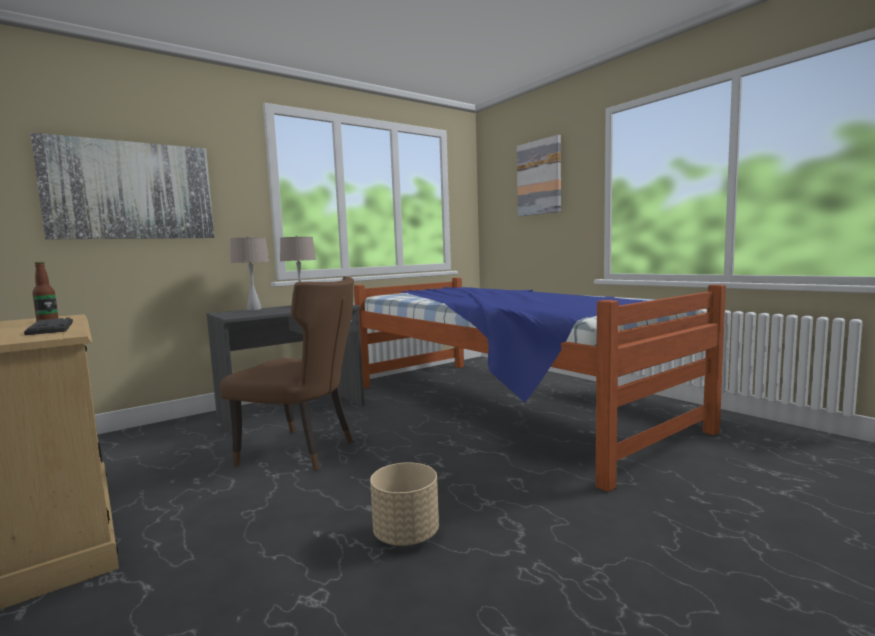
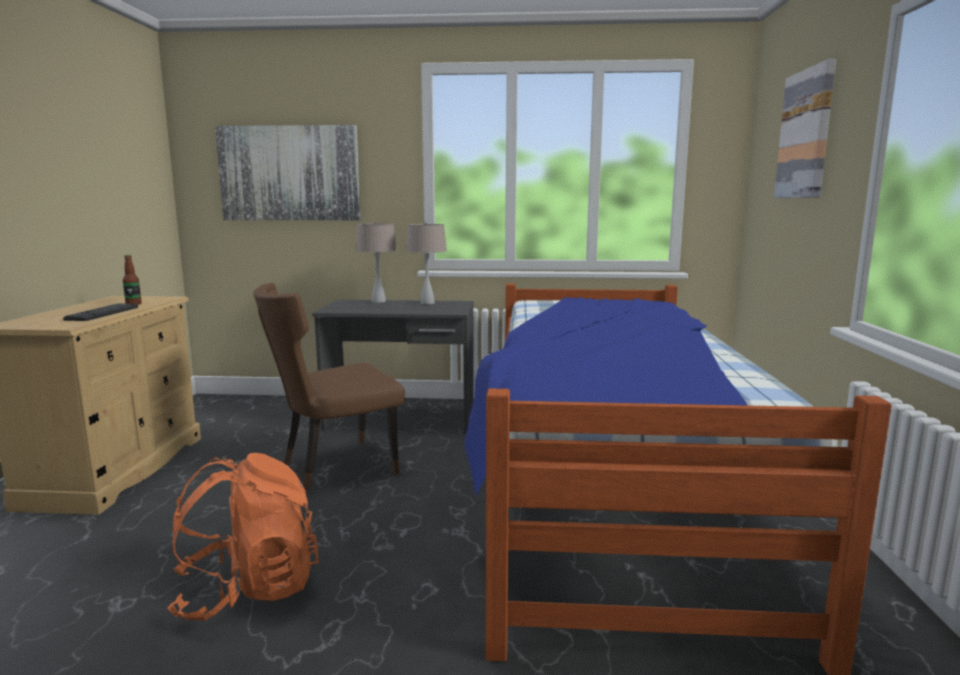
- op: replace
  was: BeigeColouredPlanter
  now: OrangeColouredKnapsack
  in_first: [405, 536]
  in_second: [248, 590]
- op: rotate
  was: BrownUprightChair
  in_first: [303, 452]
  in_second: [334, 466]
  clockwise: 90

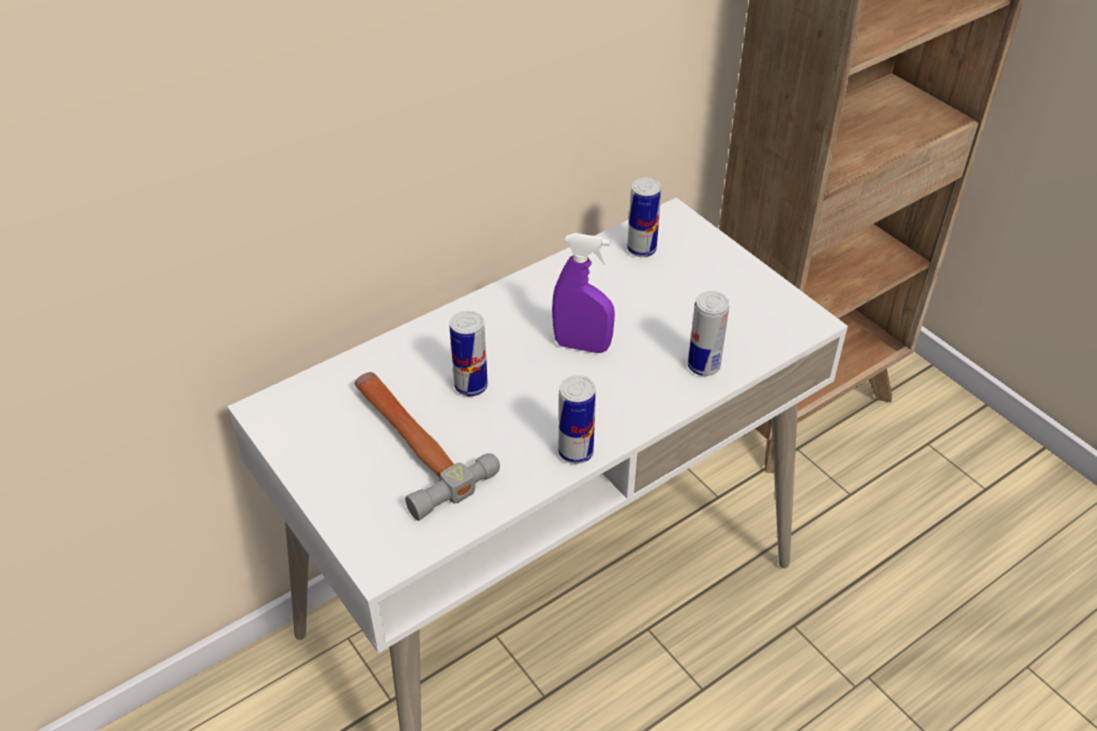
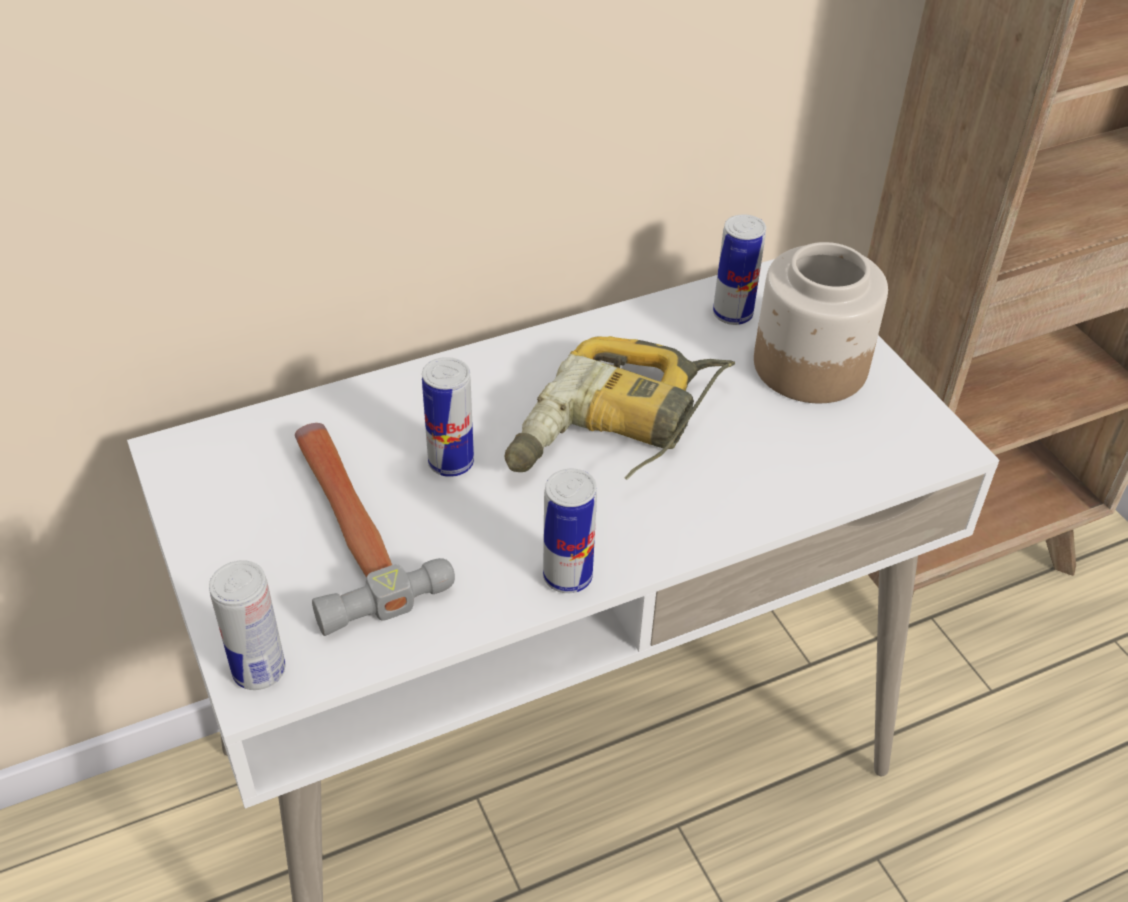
- op: move
  was: SealedCan
  in_first: [703, 366]
  in_second: [259, 670]
- op: replace
  was: PurpleSprayer
  now: ElectricDrill
  in_first: [582, 346]
  in_second: [616, 431]
- op: insert
  now: Jar
  in_second: [808, 366]

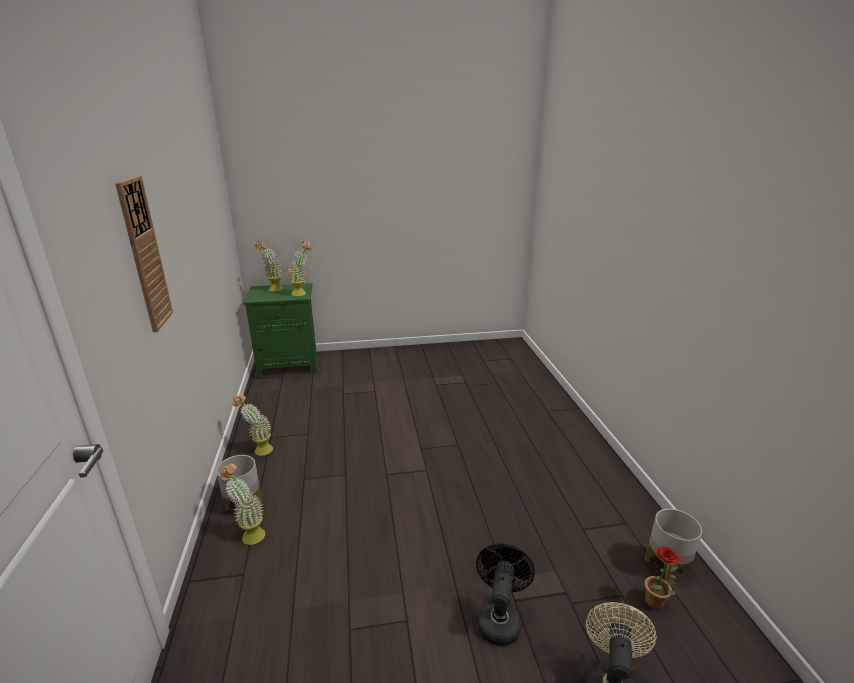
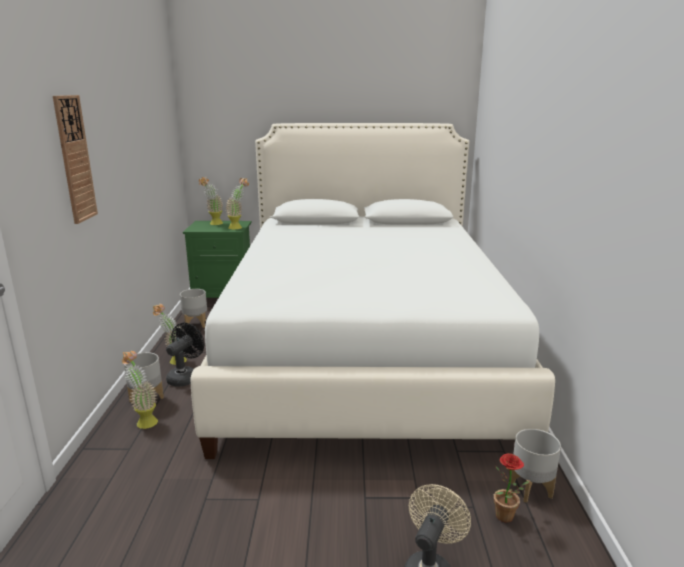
- op: move
  was: BlackCoolingFan
  in_first: [499, 618]
  in_second: [185, 377]
- op: insert
  now: GrayPlanter
  in_second: [196, 324]
- op: insert
  now: WhiteColouredSleepingBed
  in_second: [364, 351]

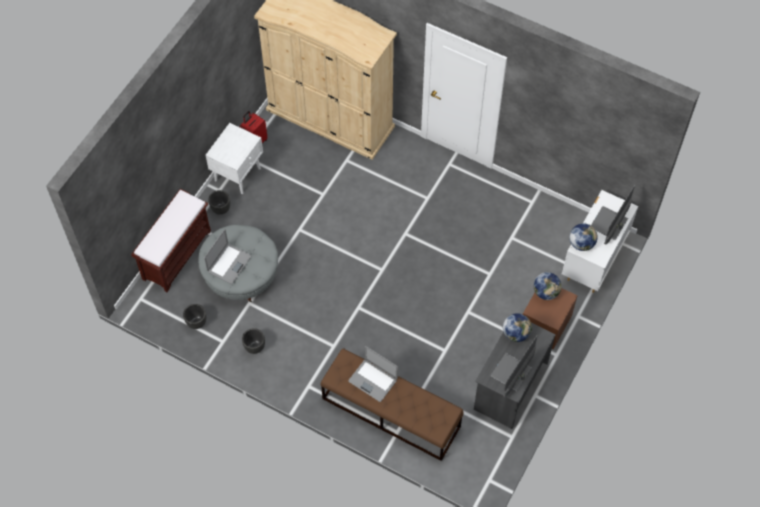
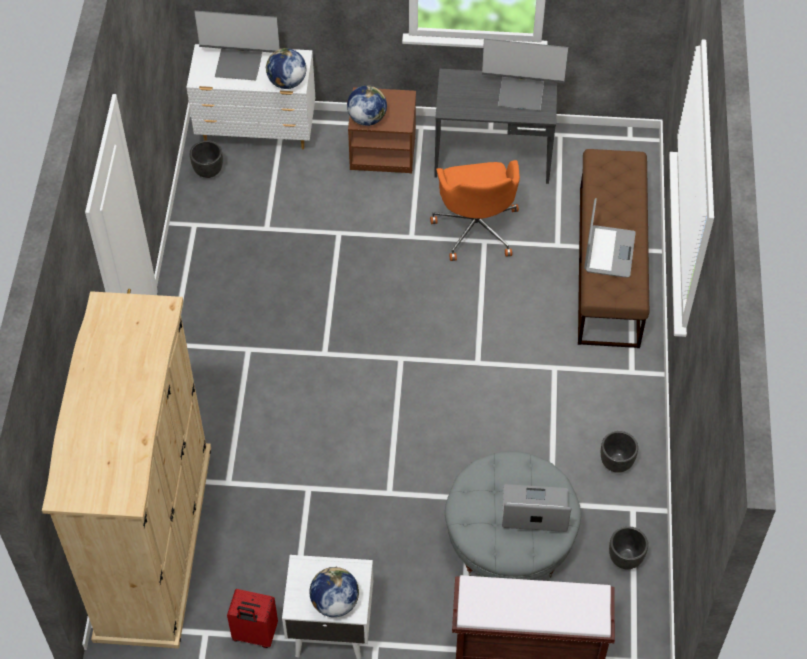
- op: move
  was: BlackPlanter
  in_first: [221, 209]
  in_second: [208, 171]
- op: move
  was: Globe
  in_first: [516, 333]
  in_second: [334, 602]
- op: insert
  now: OrangeColouredDeskChair
  in_second: [476, 227]

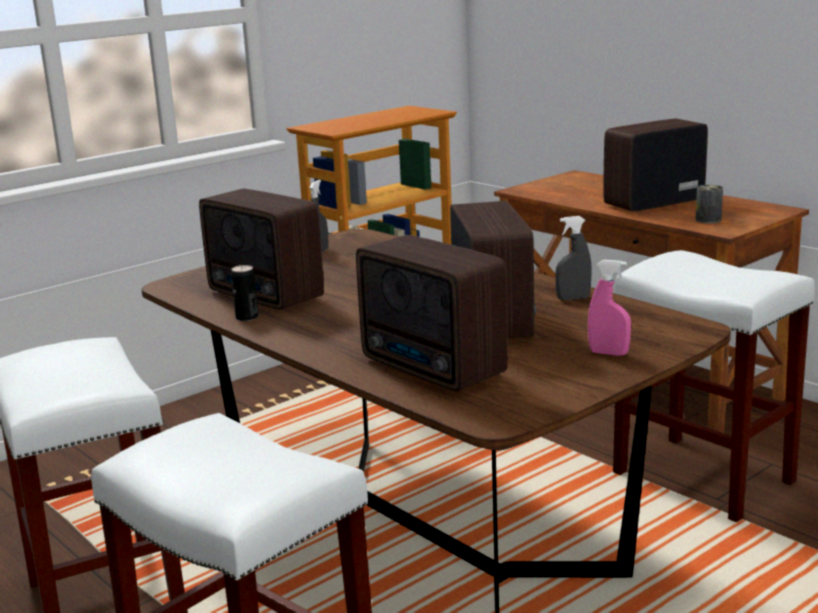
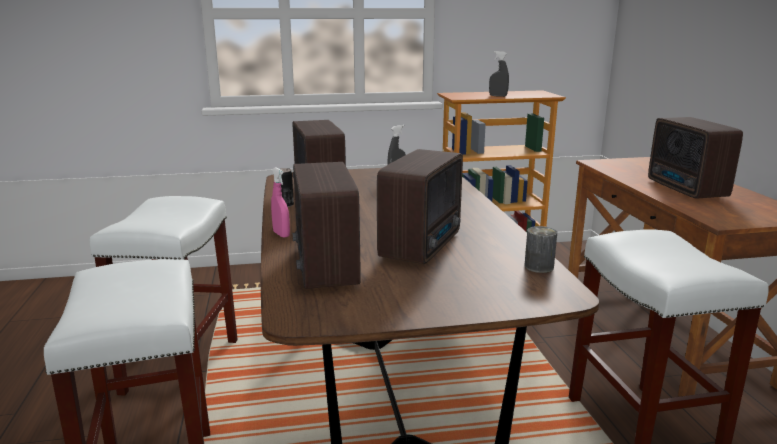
- op: move
  was: PinkSprayer
  in_first: [608, 353]
  in_second: [281, 234]
- op: move
  was: GraySprayer
  in_first: [573, 298]
  in_second: [498, 96]
- op: move
  was: SealedCan
  in_first: [708, 220]
  in_second: [539, 266]
- op: rotate
  was: RadioReceiver
  in_first: [651, 203]
  in_second: [686, 190]
  clockwise: -105

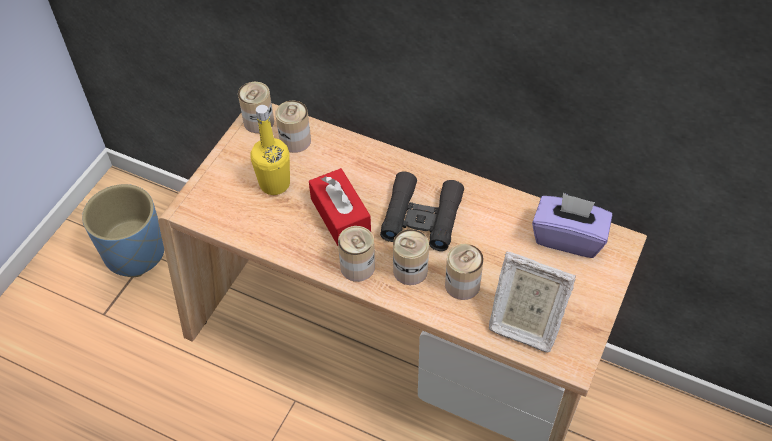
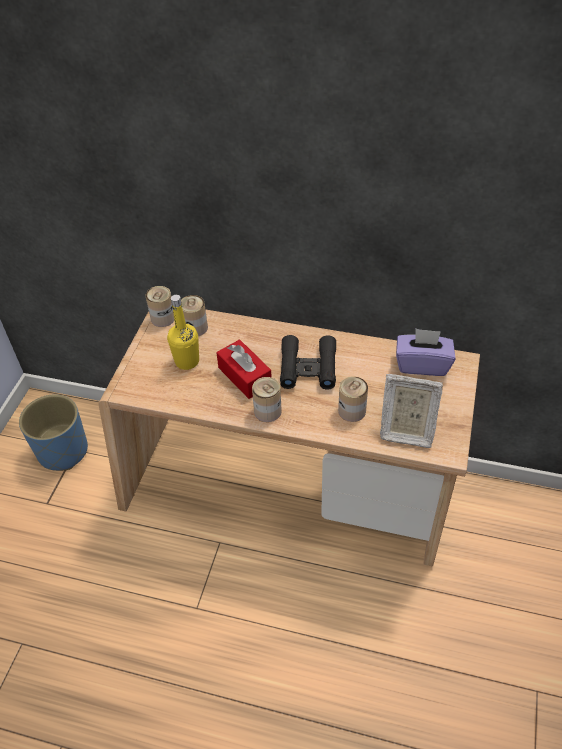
- op: delete
  was: SealedCan
  in_first: [410, 270]

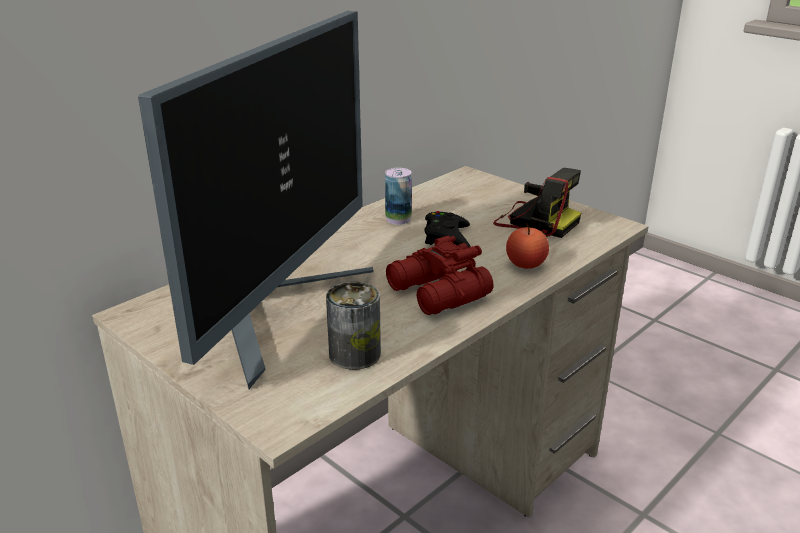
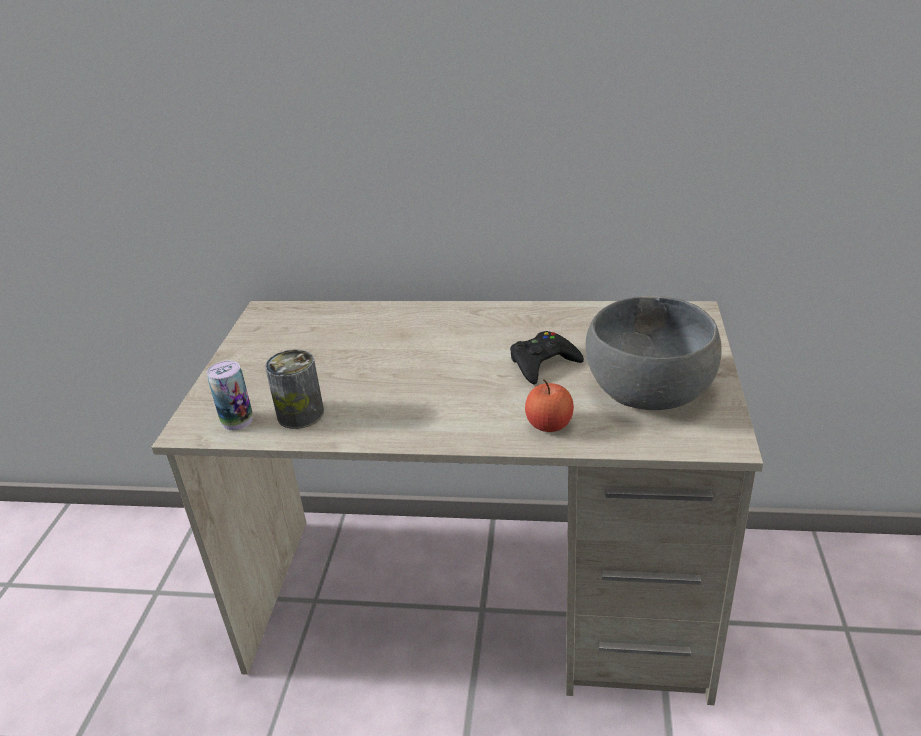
- op: move
  was: SealedCan
  in_first: [398, 219]
  in_second: [237, 421]
- op: replace
  was: PhotoCamera
  now: GrayServingBowl
  in_first: [534, 221]
  in_second: [650, 391]
- op: delete
  was: ComputerScreen
  in_first: [281, 309]
- op: delete
  was: RedColouredBinoculars
  in_first: [437, 294]

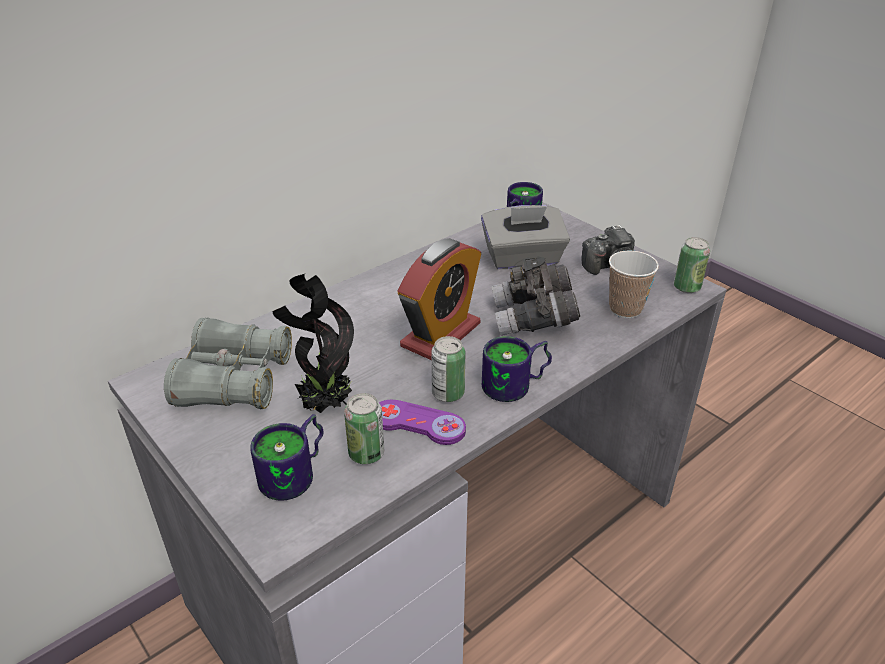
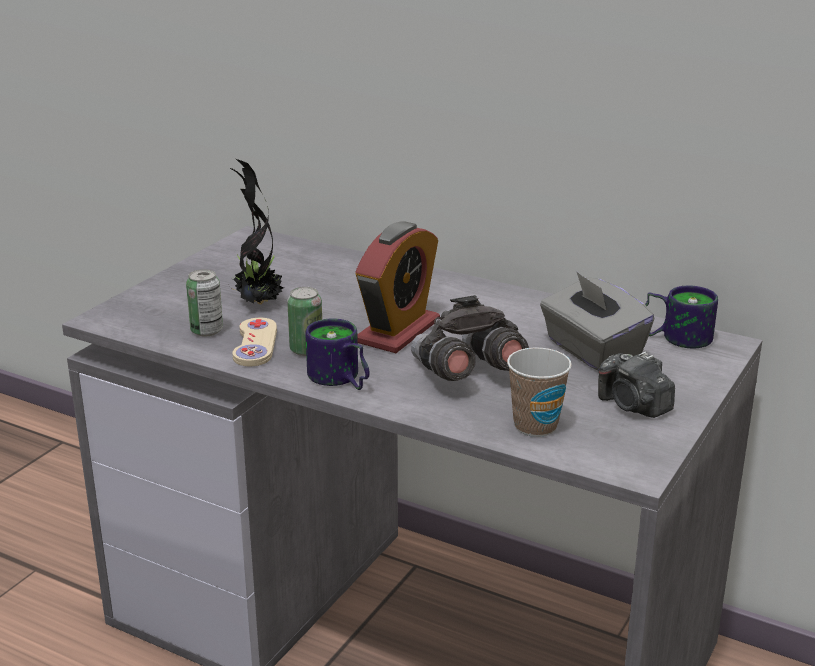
- op: recolor
  was: PurpleGamepad
  now: BeigeColouredGamepad
  in_first: [418, 424]
  in_second: [255, 344]
- op: rotate
  was: AlarmClock
  in_first: [441, 335]
  in_second: [398, 331]
  clockwise: -75
- op: delete
  was: GrayBinoculars
  in_first: [234, 380]
- op: delete
  was: TeaMug
  in_first: [298, 473]
- op: delete
  was: SealedCan
  in_first: [686, 287]

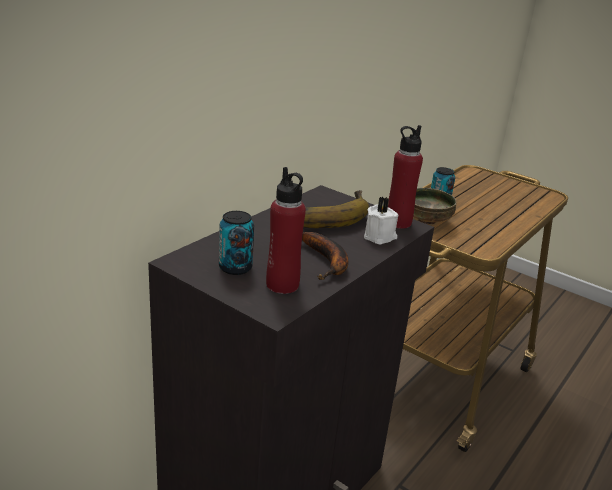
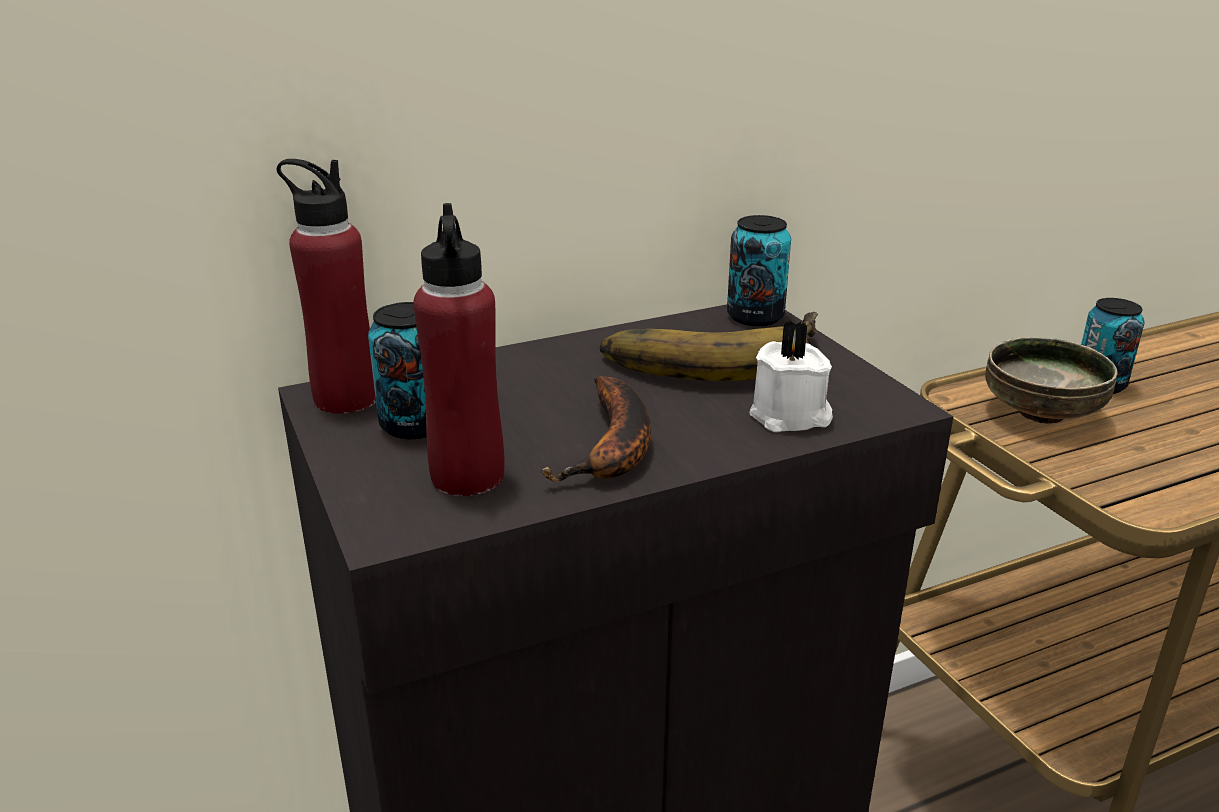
- op: move
  was: RedColouredBottle
  in_first: [398, 222]
  in_second: [346, 398]
- op: insert
  now: SealedCan
  in_second: [755, 317]

